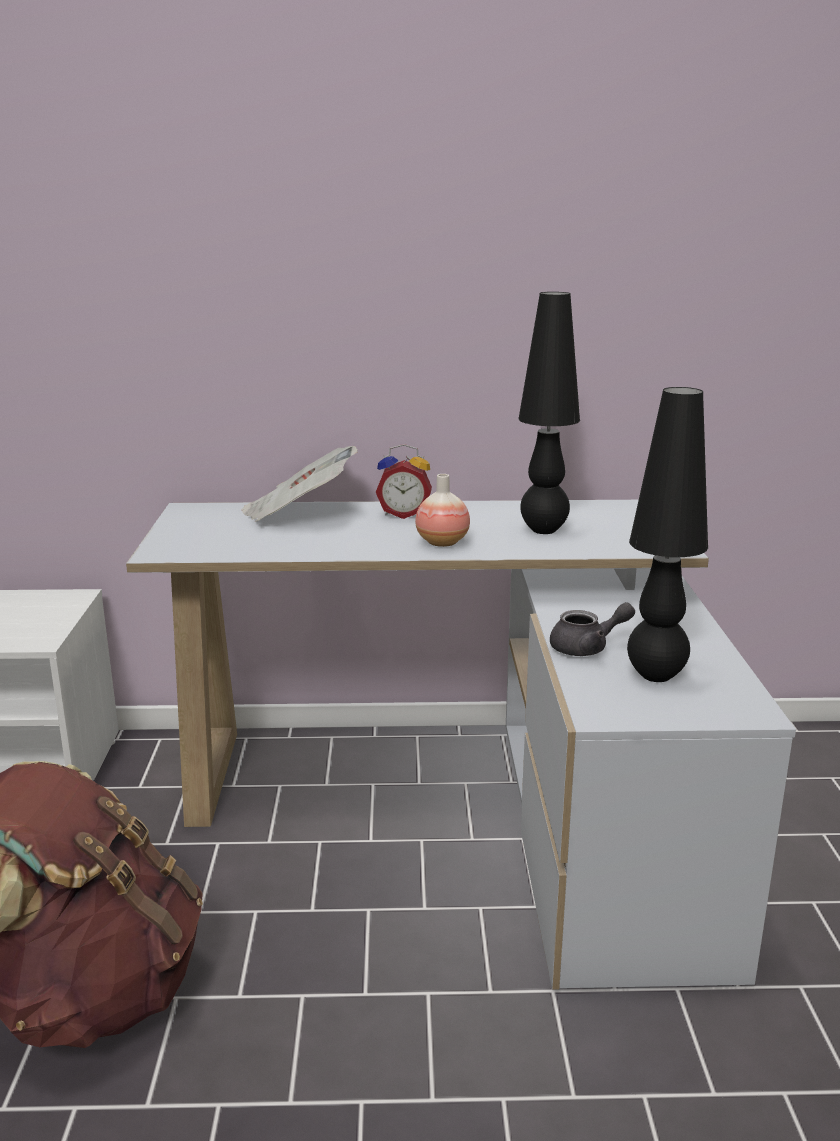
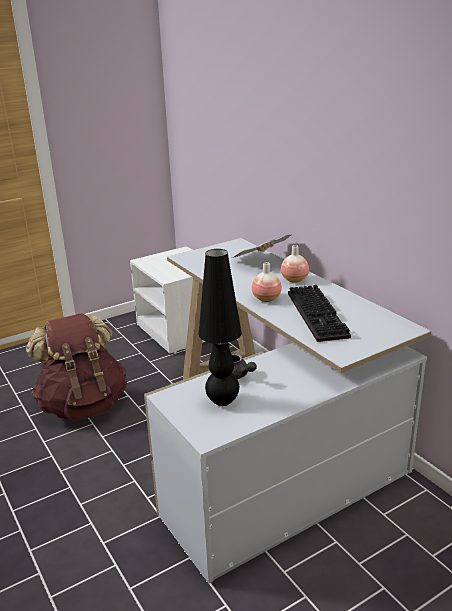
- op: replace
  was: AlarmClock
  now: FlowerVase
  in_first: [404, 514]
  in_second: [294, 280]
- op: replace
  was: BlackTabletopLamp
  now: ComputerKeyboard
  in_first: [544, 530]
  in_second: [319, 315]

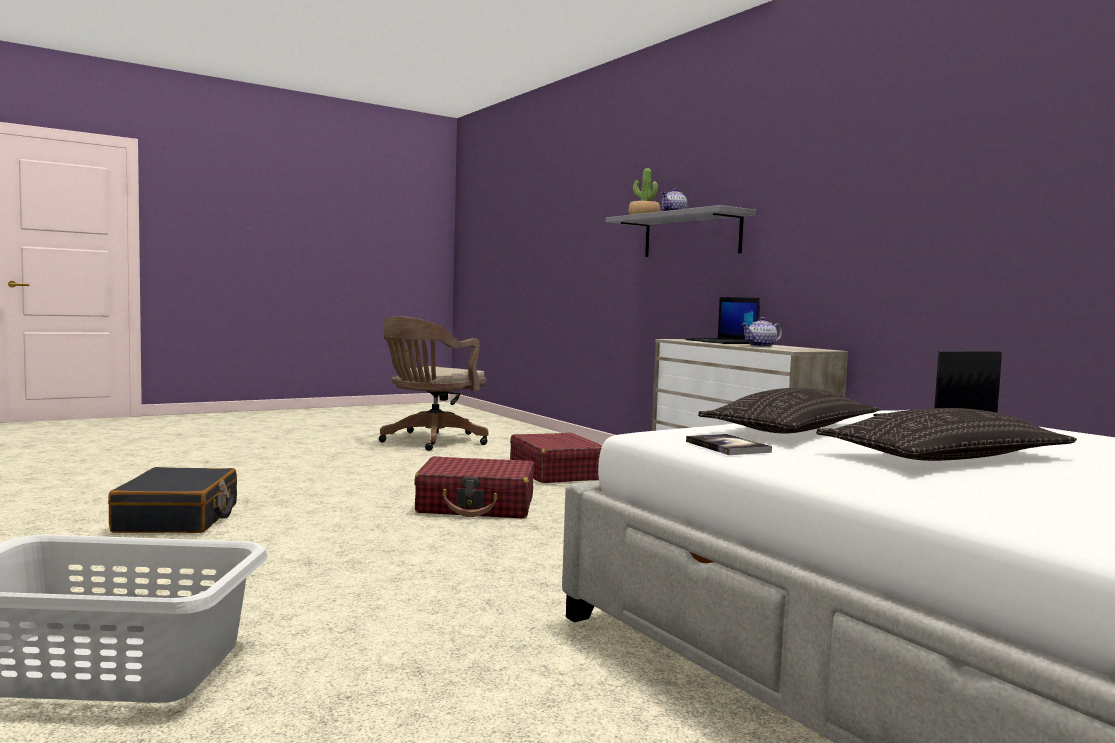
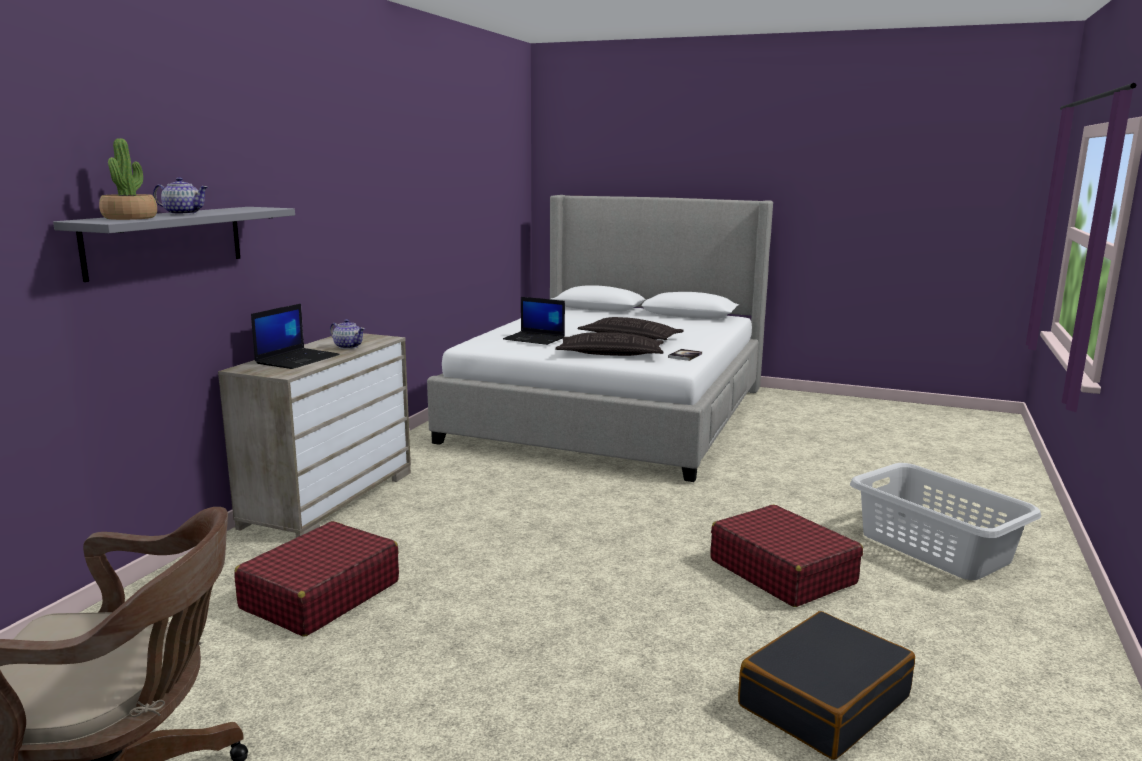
- op: move
  was: RedColouredSuitcase
  in_first: [476, 506]
  in_second: [782, 571]

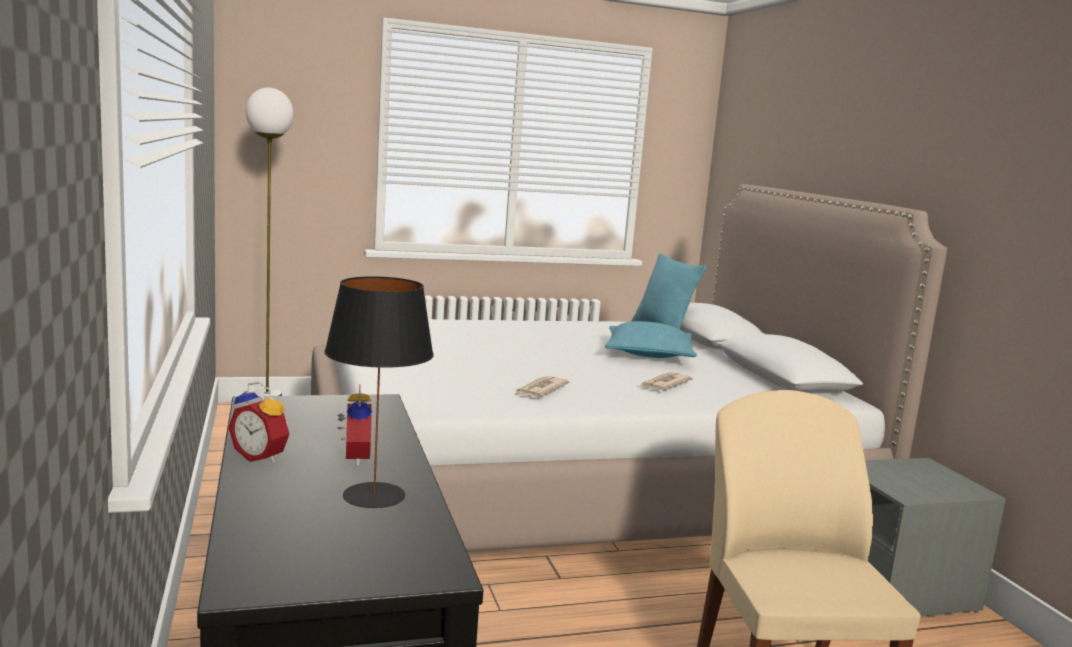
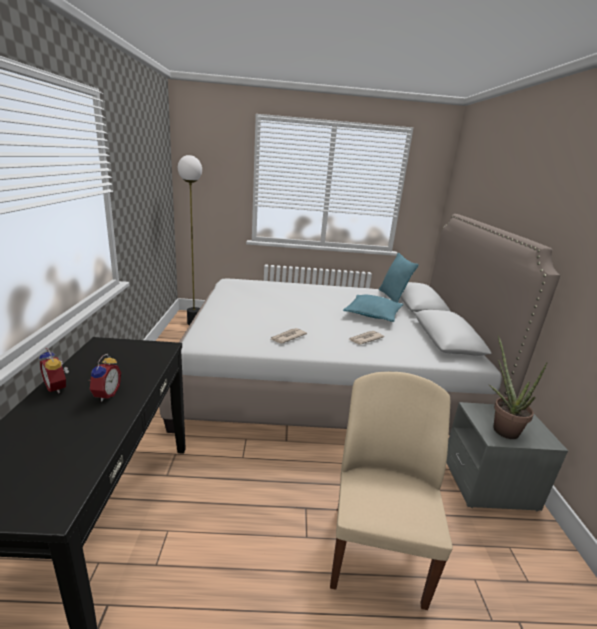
- op: insert
  now: PlantInAPot
  in_second: [501, 427]
- op: delete
  was: BlackTabletopLamp
  in_first: [372, 495]

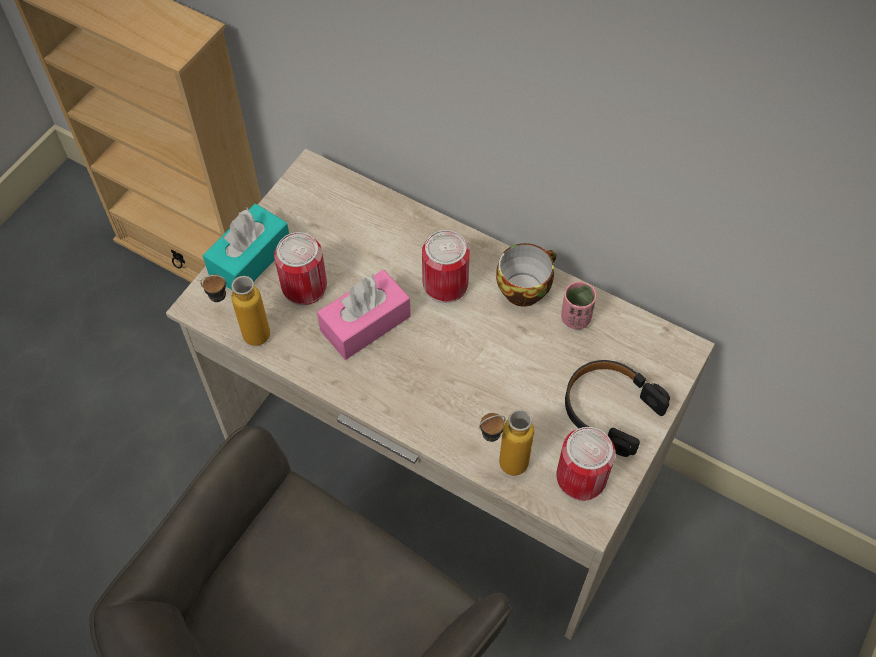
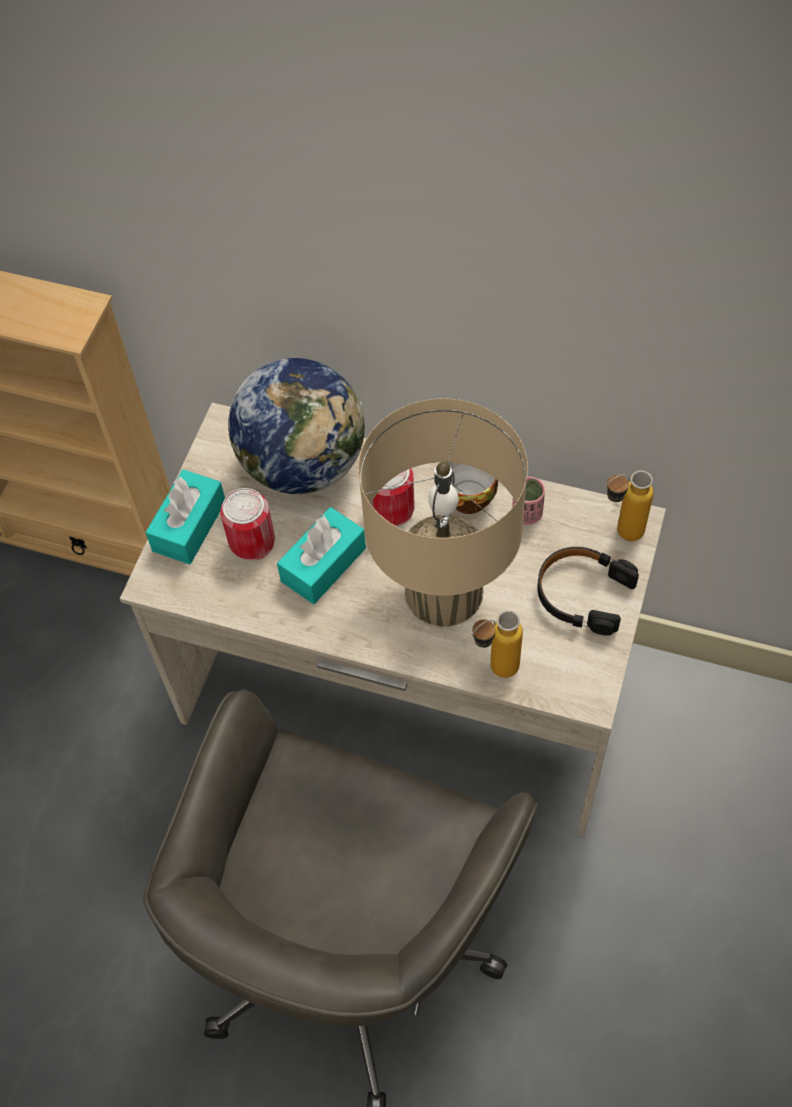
- op: insert
  now: Globe
  in_second: [303, 464]
- op: recolor
  was: PinkBoxOfTissues
  now: TurquoiseBoxOfTissues
  in_first: [365, 323]
  in_second: [323, 564]
- op: insert
  now: BeigeColouredTabletopLamp
  in_second: [444, 592]
- op: move
  was: Bottle
  in_first: [245, 336]
  in_second: [620, 534]
- op: delete
  was: SealedCan
  in_first: [581, 478]

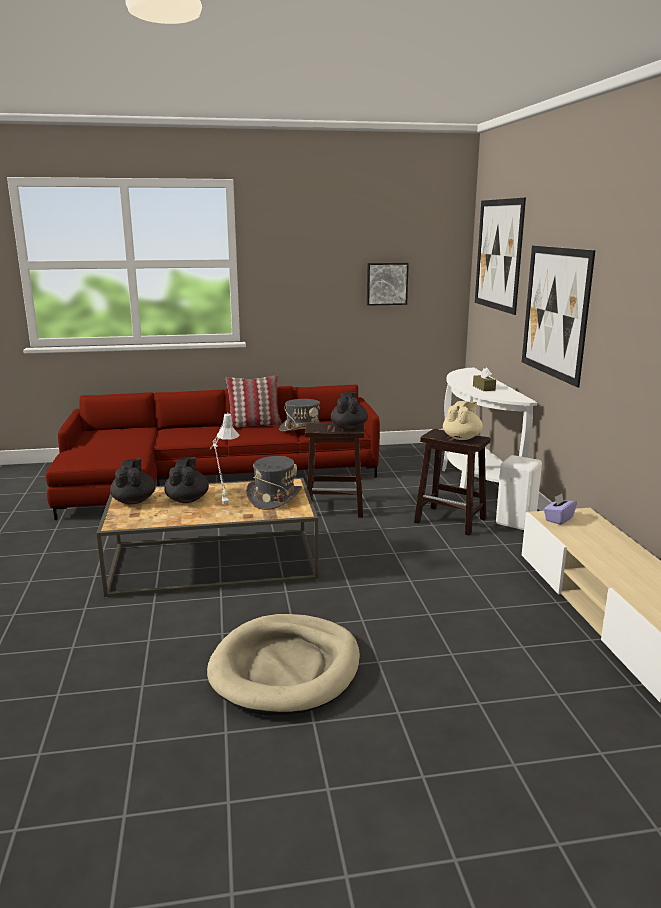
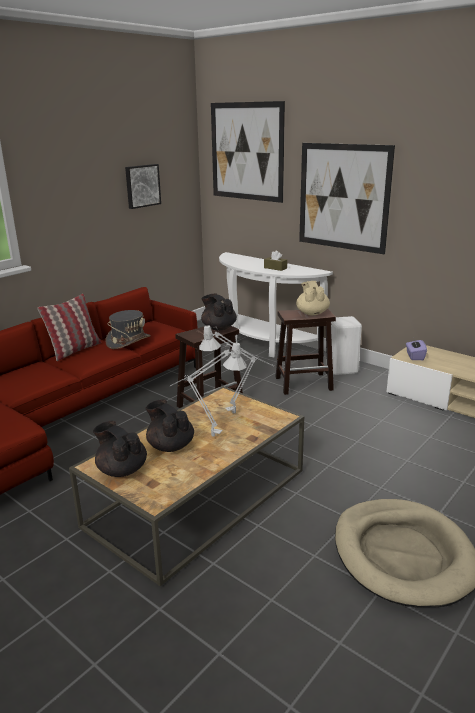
- op: replace
  was: GrayClothingHat
  now: GrayTabletopLamp
  in_first: [274, 497]
  in_second: [239, 413]

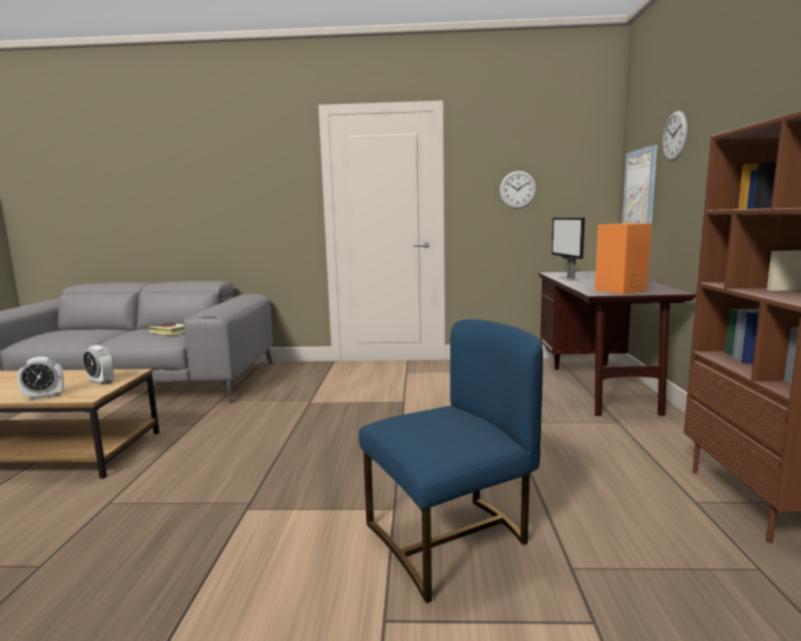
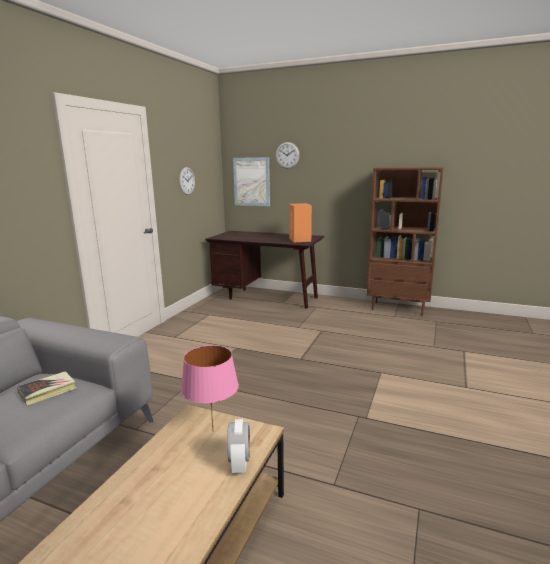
- op: replace
  was: AlarmClock
  now: PinkTabletopLamp
  in_first: [101, 382]
  in_second: [213, 431]
- op: delete
  was: BlueUprightChair
  in_first: [450, 539]
- op: delete
  was: ComputerScreen
  in_first: [566, 278]

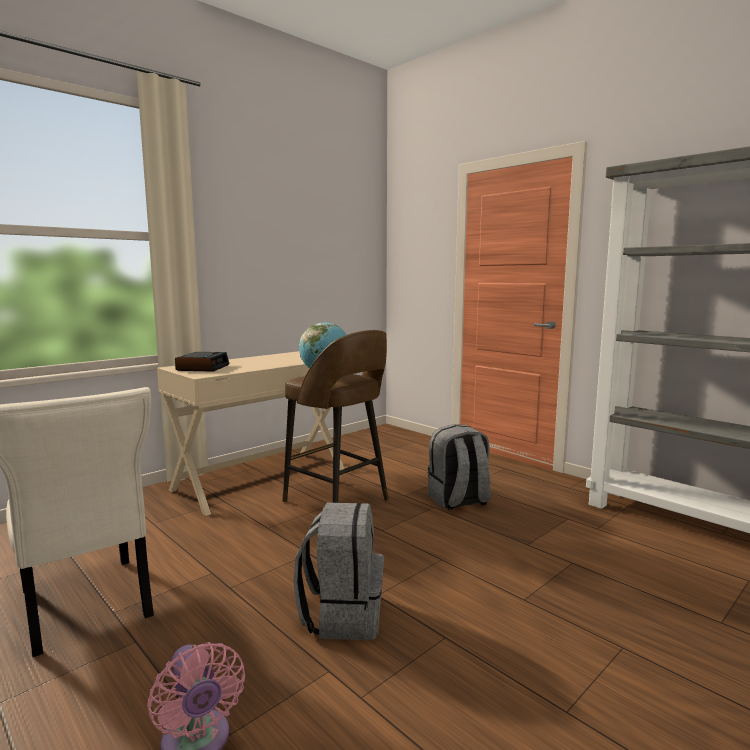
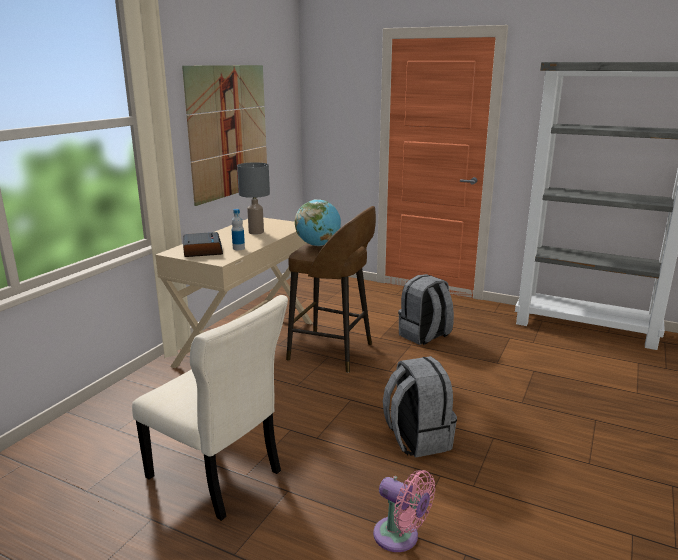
- op: insert
  now: WallPicture
  in_second: [229, 131]
- op: insert
  now: Bottle
  in_second: [238, 248]
- op: insert
  now: GrayTabletopLamp
  in_second: [255, 232]

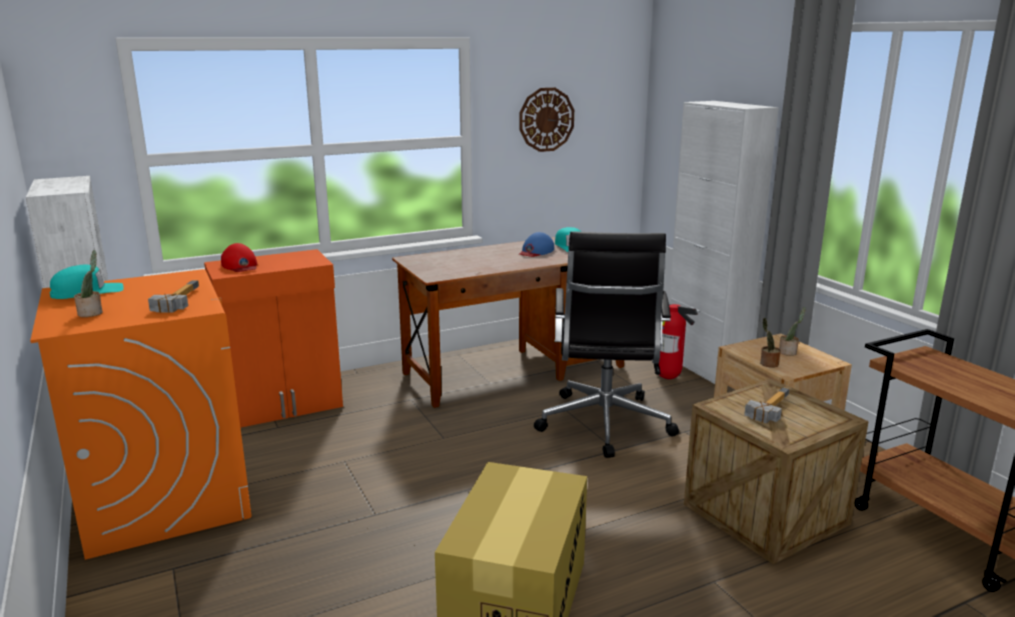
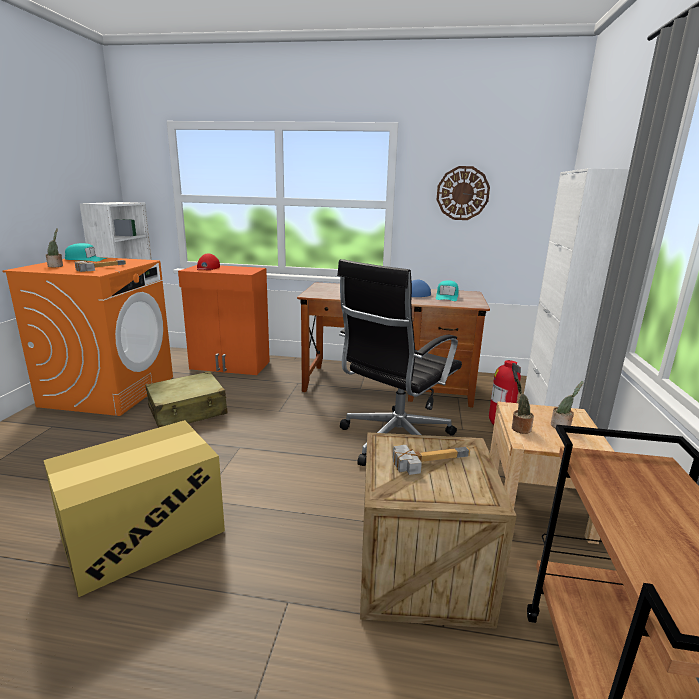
- op: insert
  now: BeigeColouredSuitcase
  in_second: [188, 411]

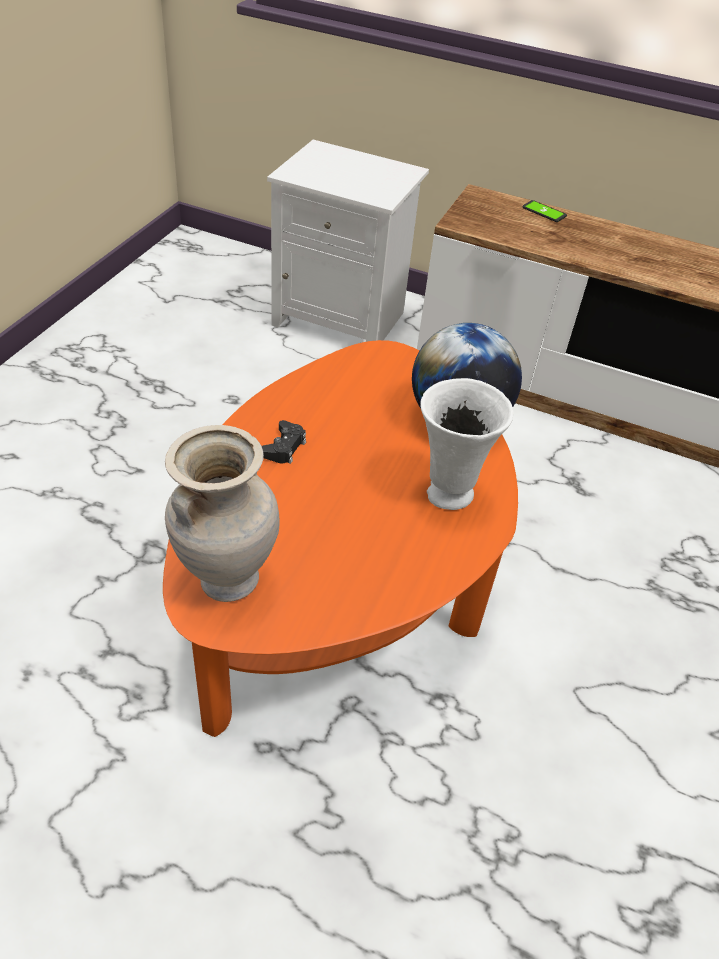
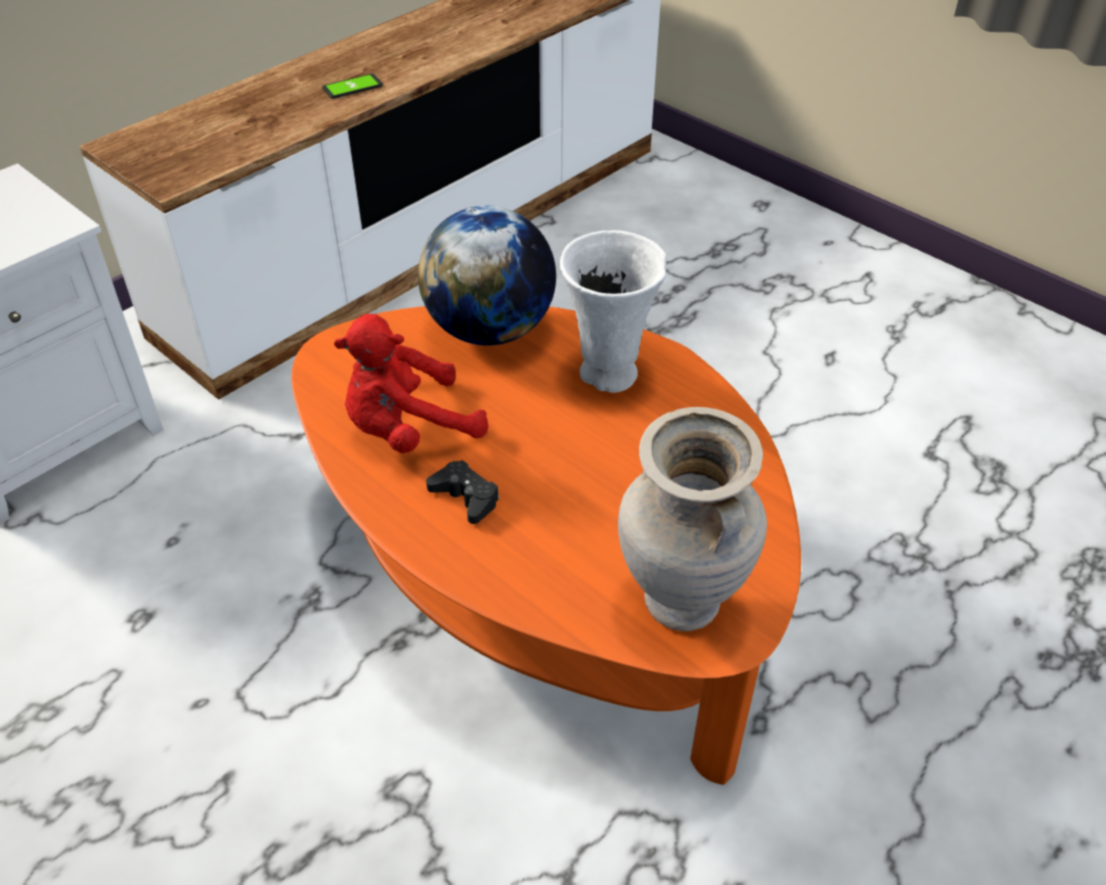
- op: move
  was: Handset
  in_first: [544, 212]
  in_second: [352, 87]
- op: insert
  now: RedColouredCuddlyToy
  in_second: [408, 430]

